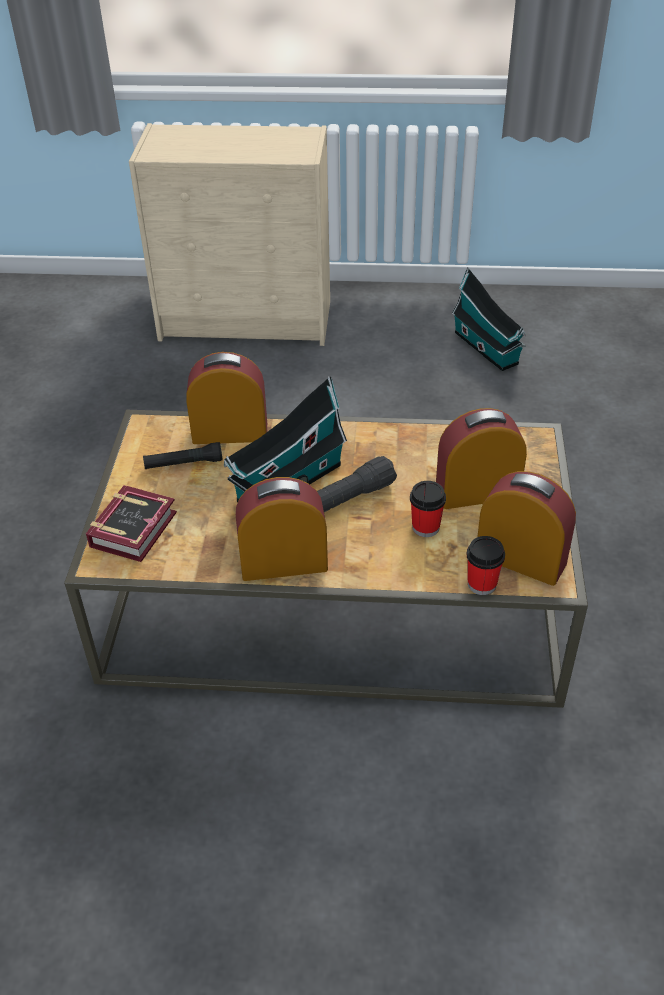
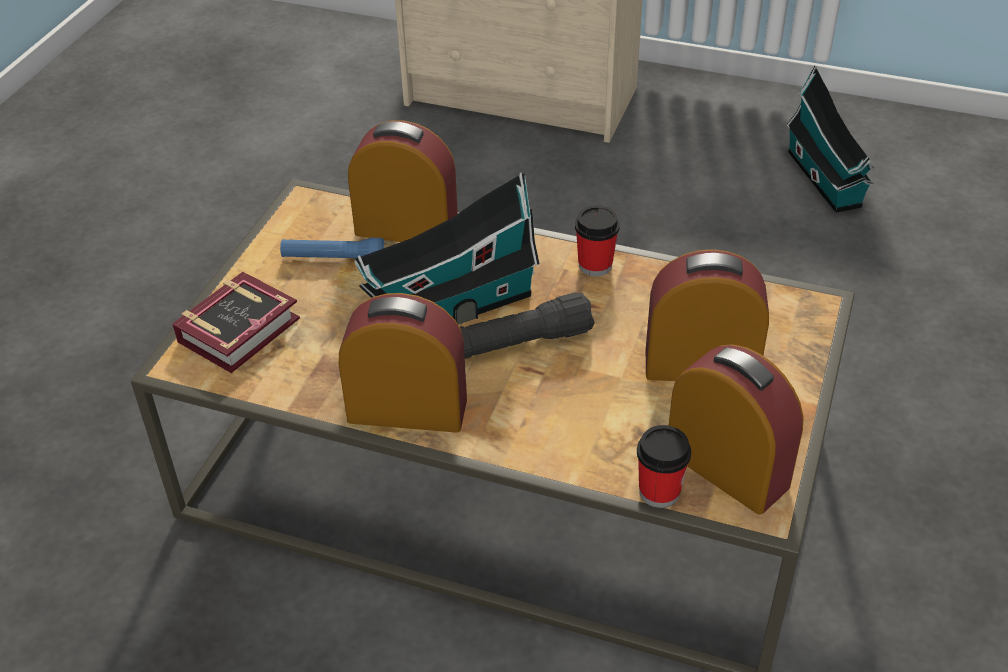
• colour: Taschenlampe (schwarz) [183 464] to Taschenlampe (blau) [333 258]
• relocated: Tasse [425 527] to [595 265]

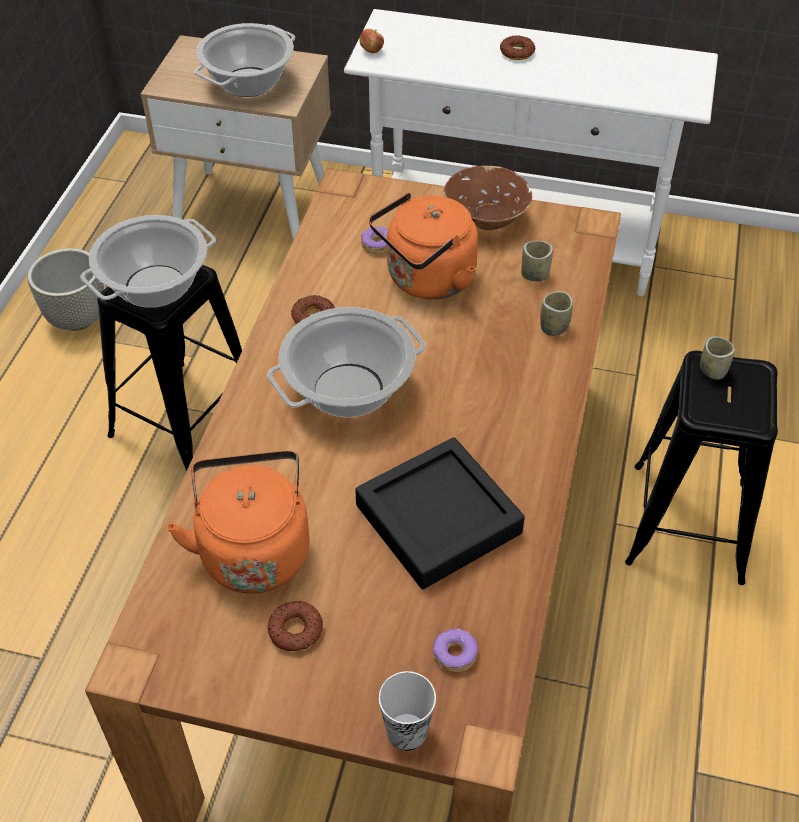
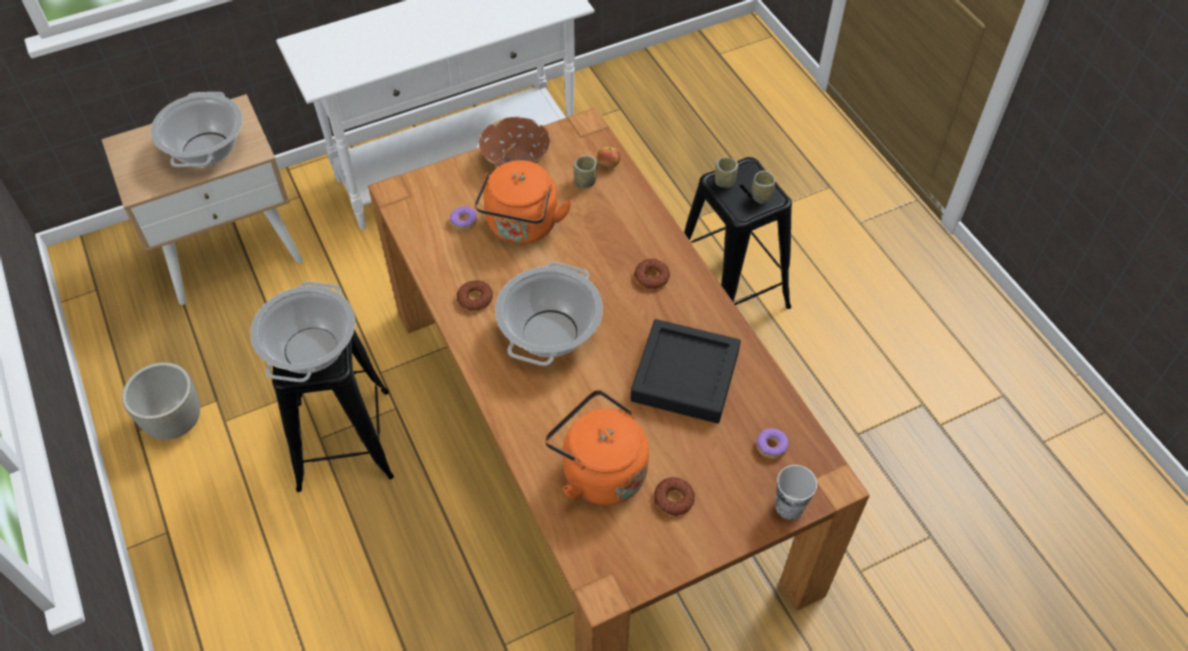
• relocated: Apfel [371 51] to [608 164]
• relocated: Donut [516 52] to [651 277]
• relocated: Tasse [554 327] to [761 196]

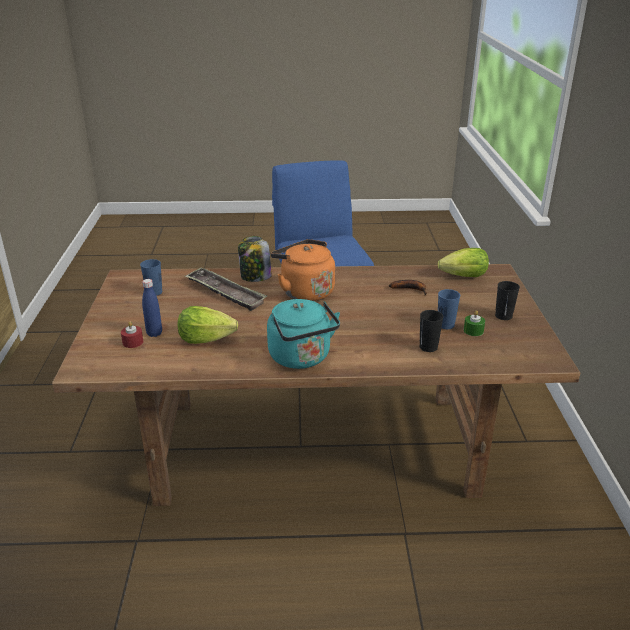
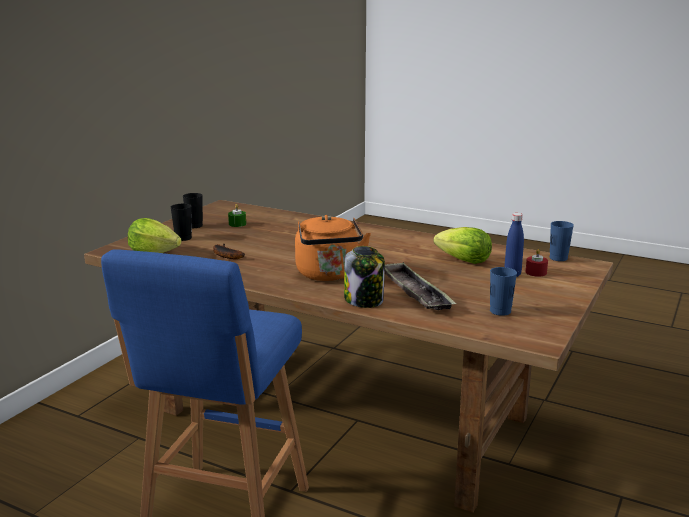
• relocated: Tasse (blau) [445 325] to [558 258]
• missing: Wasserkessel (türkis) [302 358]
• relocated: Tasse (schwarz) [428 347] to [183 238]

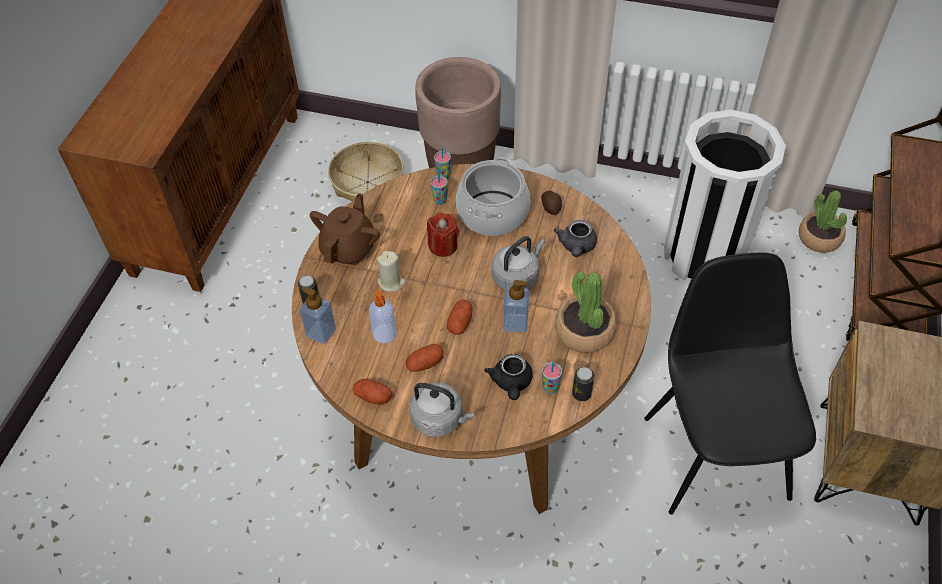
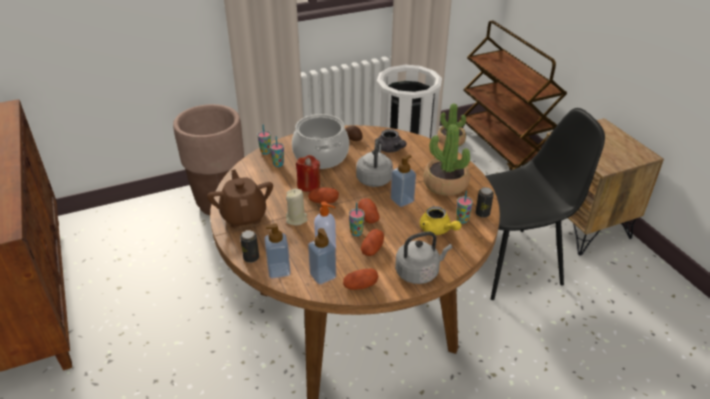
• missing: Korb [367 182]
• spun: Stuhl (schwarz) [715 453] = [511 262] 120 degrees clockwise
• colour: Teekanne (schwarz) [511 383] to Teekanne (gelb) [437 230]
• appeared: Kartoffel [323 201]
• appeared: Tasse [356 232]
• appeared: Seifenspender [323 275]

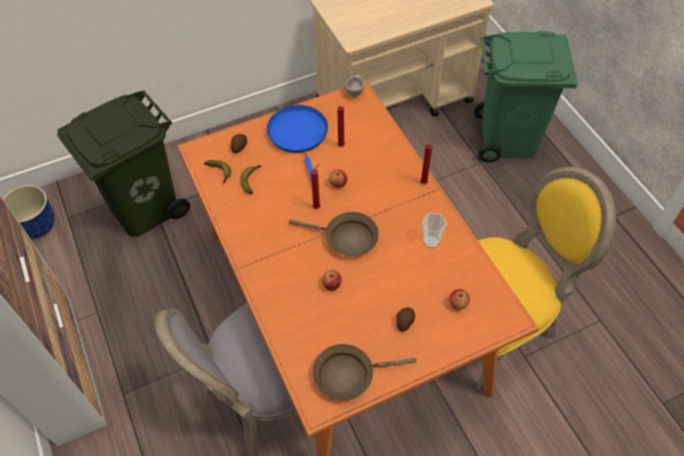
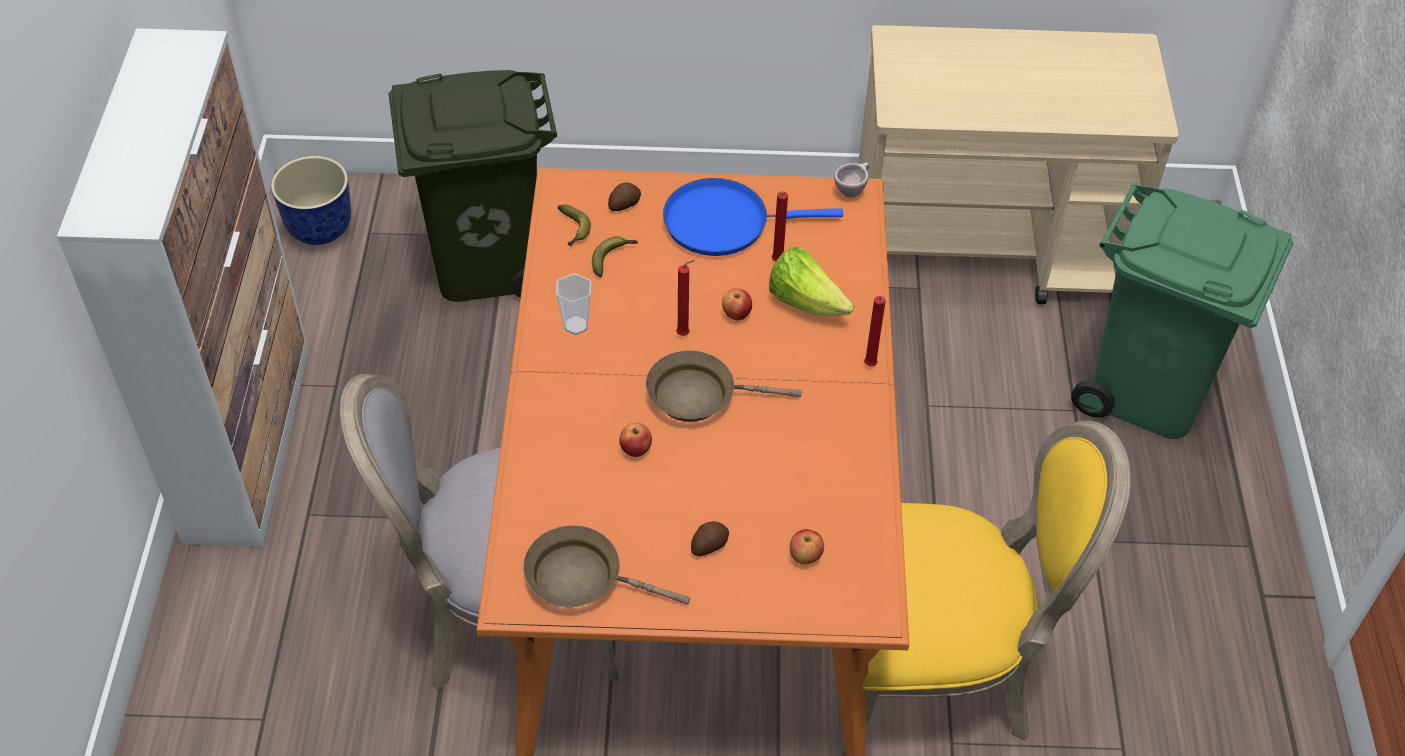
• spun: Pfanne (blau) [299 136] = [723 222] 105 degrees counterclockwise
• spun: Pfanne (braun) [346 238] = [699 395] 135 degrees clockwise
• relocated: Tasse [431 242] to [576 325]
• appeared: Salatkopf [806 302]

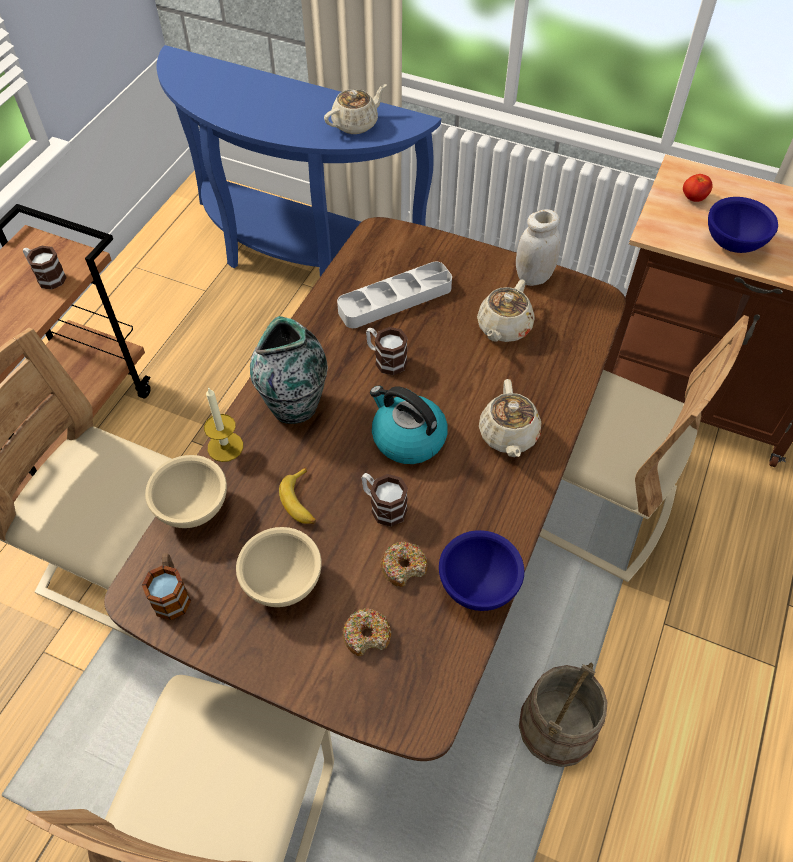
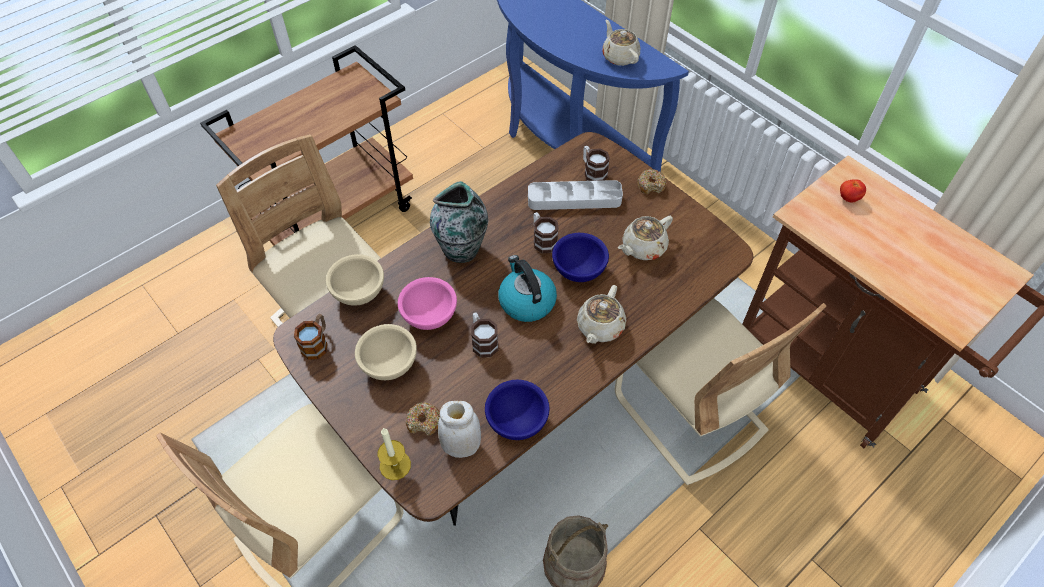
• spun: Teekanne (beige) [356 124] = [619 56] 105 degrees counterclockwise
• relocated: Schüssel (blau) [732 243] to [578 270]
• relocated: Vorratsglas (weiß) [533 277] to [461 446]
• relocated: Henkelbecher [47 276] to [592 172]
• relocated: Kerze [225 447] to [395 465]
• exchanged: Banane [301 501] to Schüssel (rosa) [430 316]
• relocated: Donut [403 567] to [651 185]

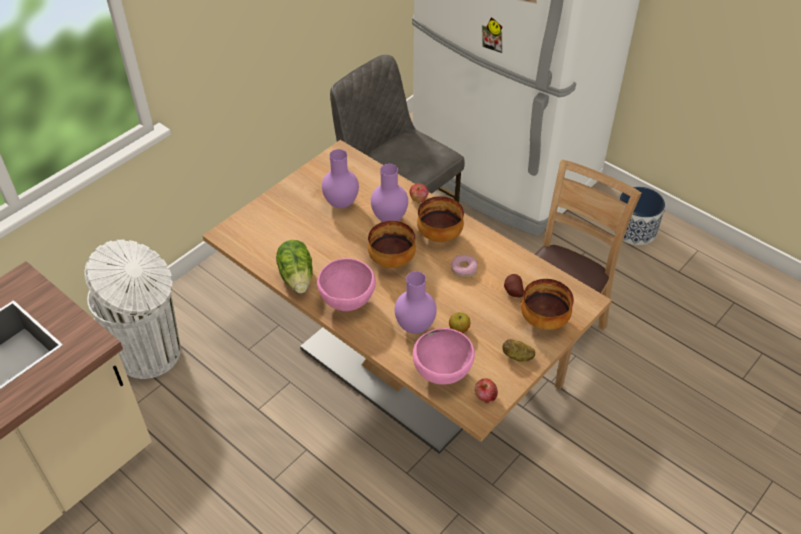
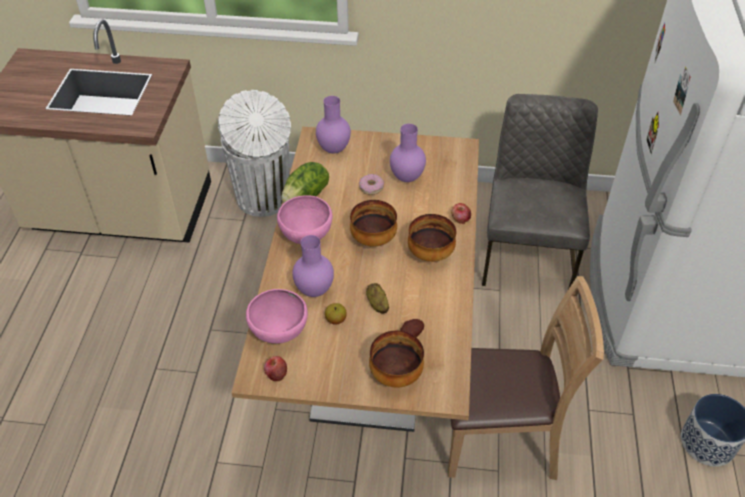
• relocated: Vase (lila) [388 219] to [333 149]
• relocated: Donut [464 269] to [371 187]
• relocated: Kartoffel [517 356] to [377 304]

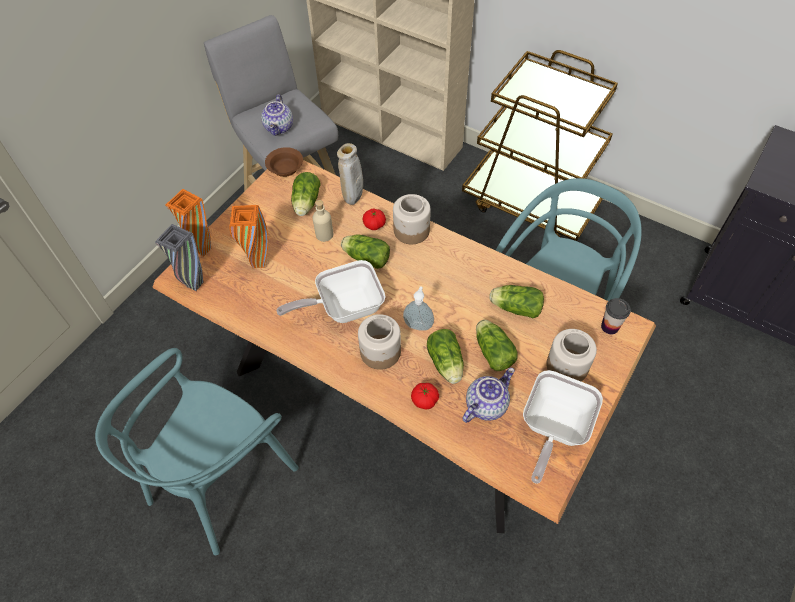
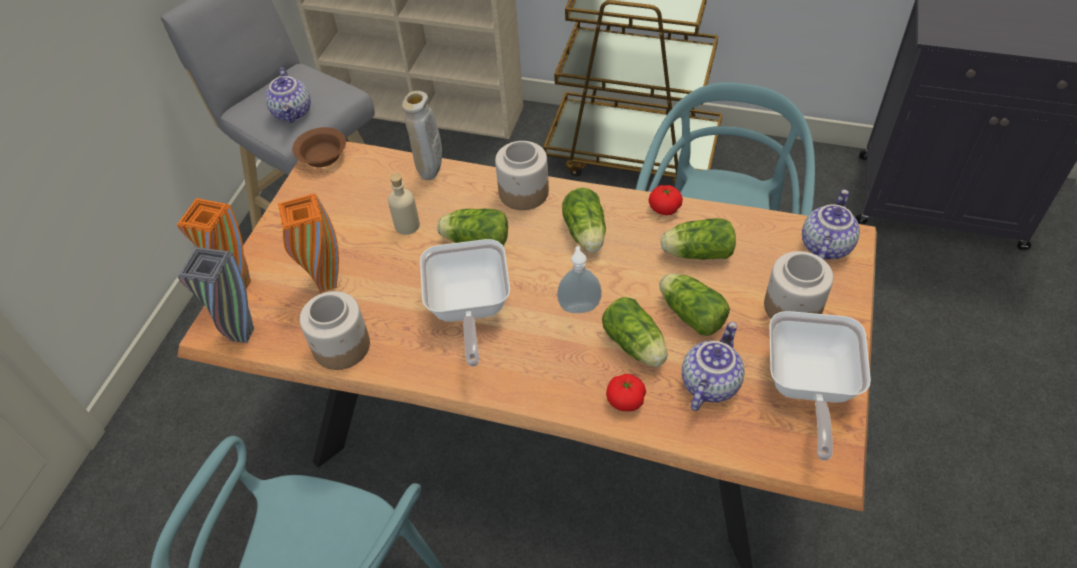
• relocated: Salatkopf [306 204] to [586 234]
• relocated: Tomate [374 224] to [664 208]
• spun: Pfanne [344 307] = [468 310] 60 degrees counterclockwise
• exchanged: Tasse [610 327] to Teekanne [824 245]
• relocated: Vorratsglas [380 352] to [341 347]

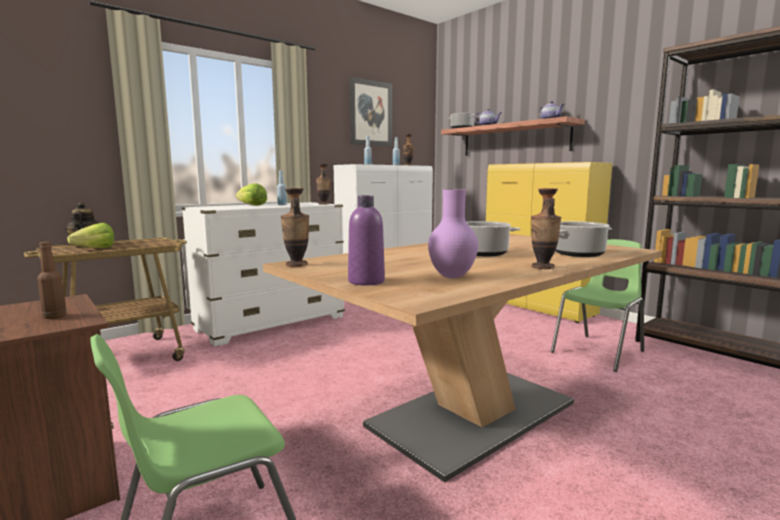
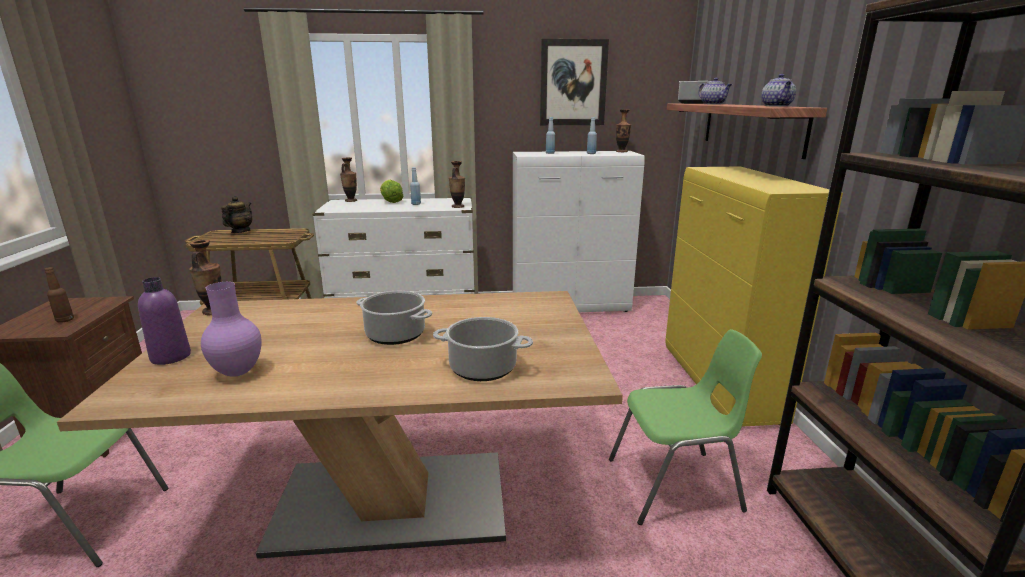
• relocated: Vase [542 267] to [351 201]
• missing: Salatkopf [91 249]

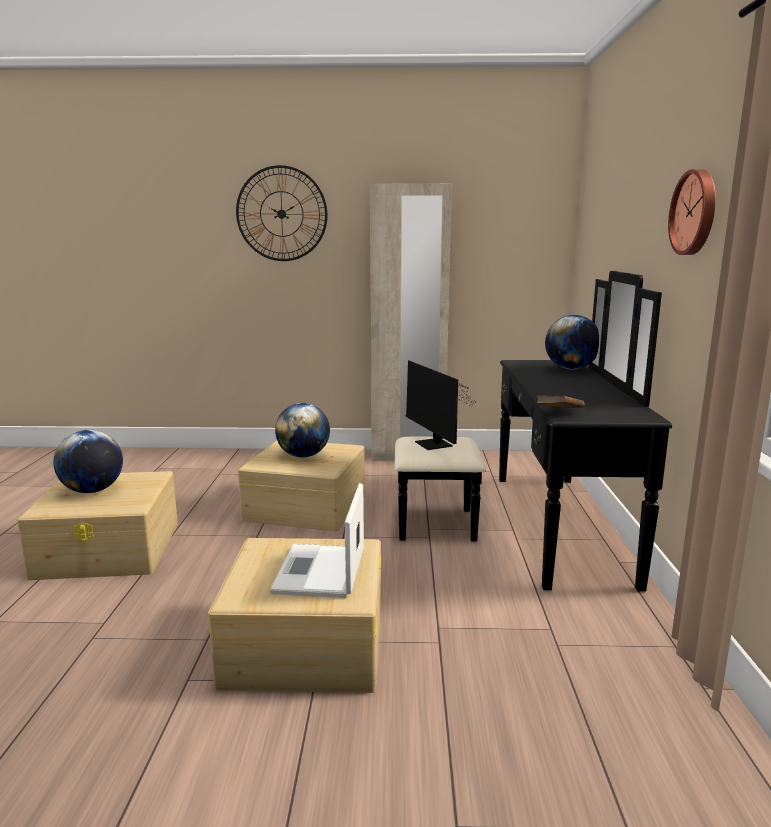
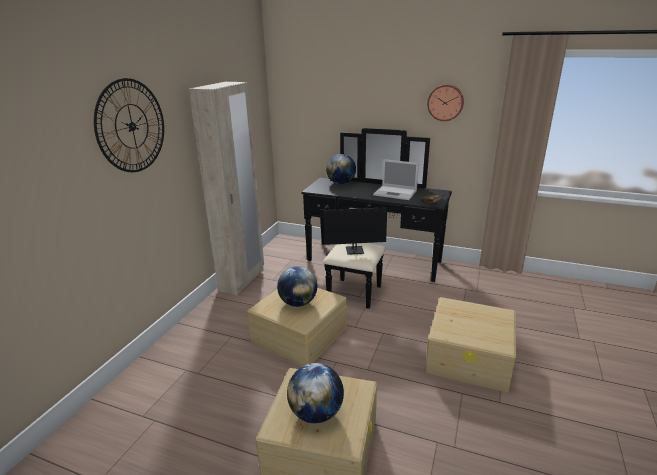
• relocated: Laptop [320 572] to [396 193]

